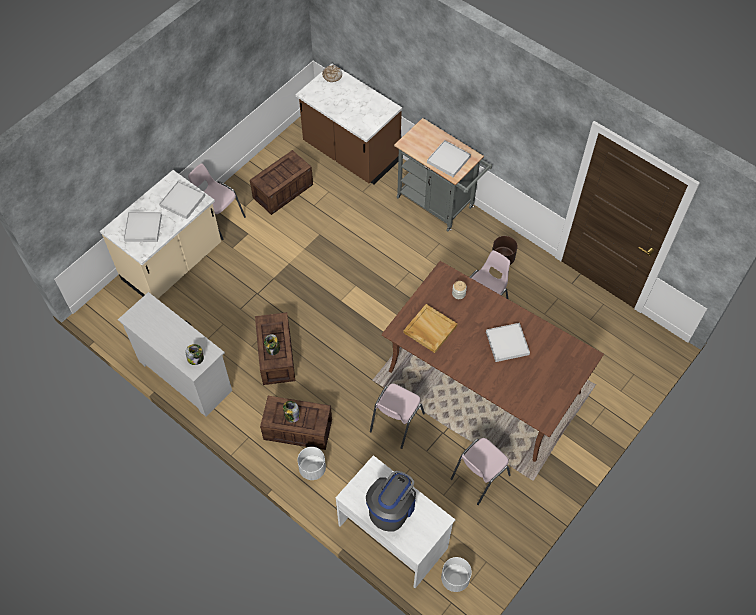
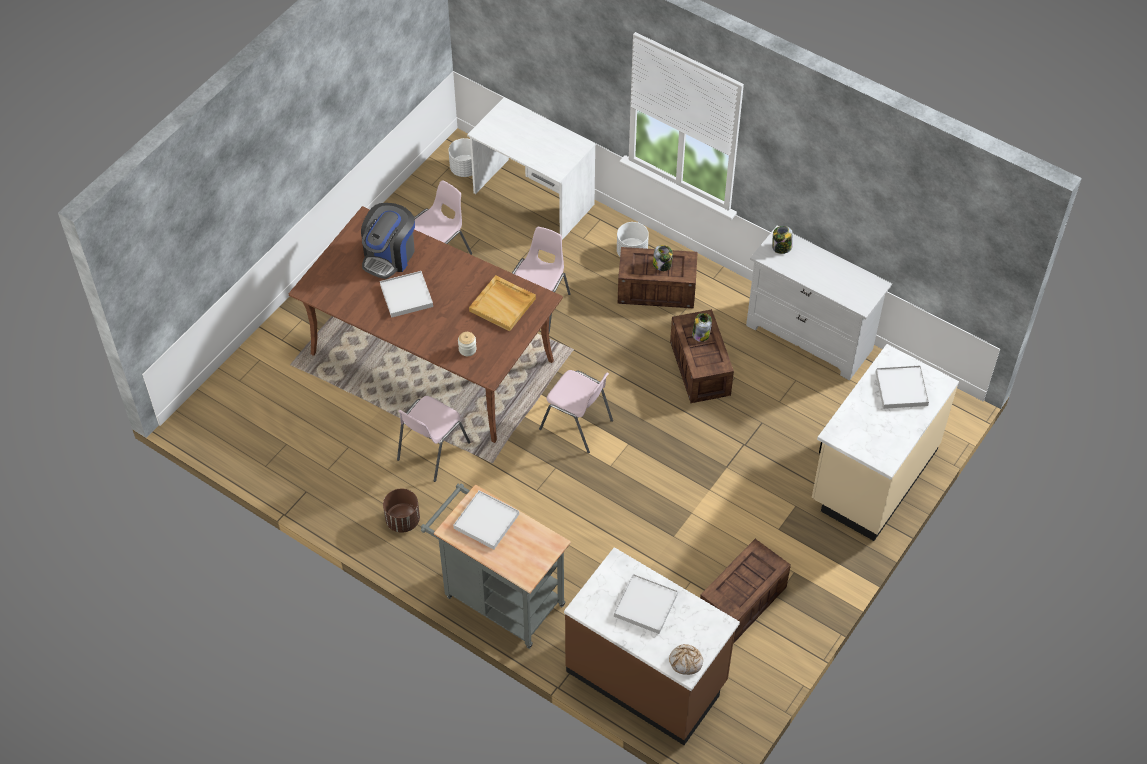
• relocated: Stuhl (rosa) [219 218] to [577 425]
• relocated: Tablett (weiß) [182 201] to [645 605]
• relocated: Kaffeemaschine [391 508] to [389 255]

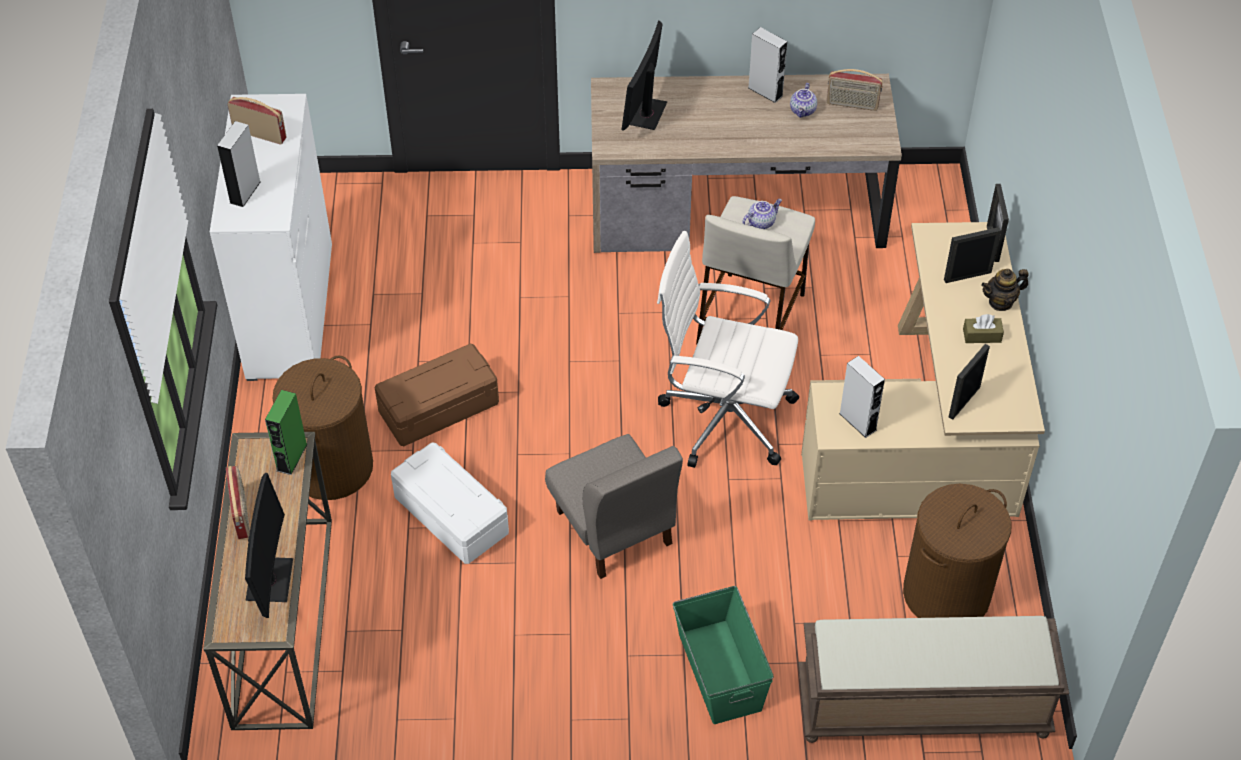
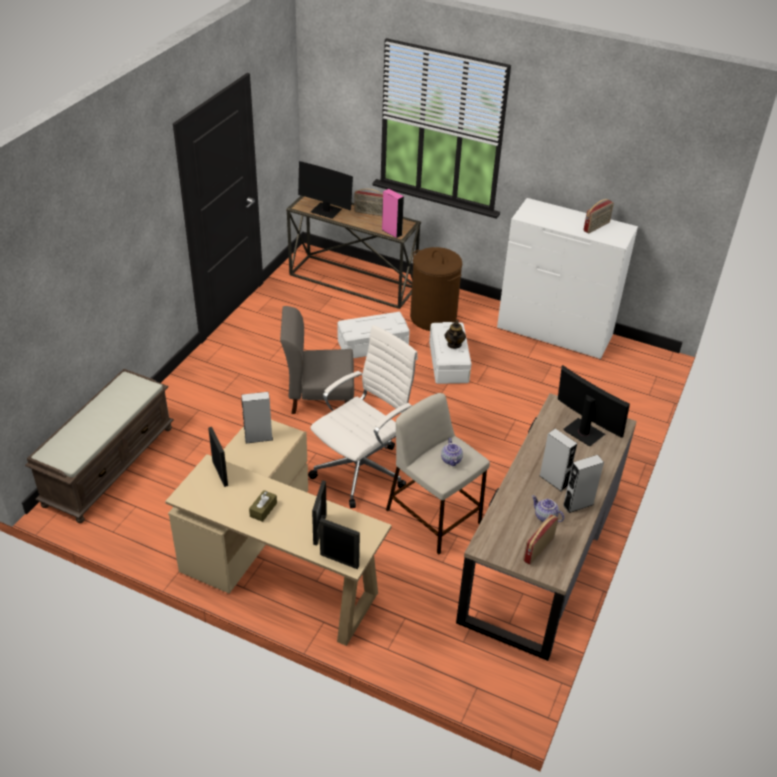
• relocated: Lautsprecher (grau) [245 192] to [553 480]
• relocated: Teekanne [1001 302] to [454 344]
• colour: Aufbewahrungsbox (braun) [439 407] to Aufbewahrungsbox (weiß) [449 363]
• colour: Lautsprecher (grün) [291 457] to Lautsprecher (rosa) [391 232]
• missing: Wäschekorb (braun) [946 594]
• missing: Aufbewahrungsbox (grün) [719 672]

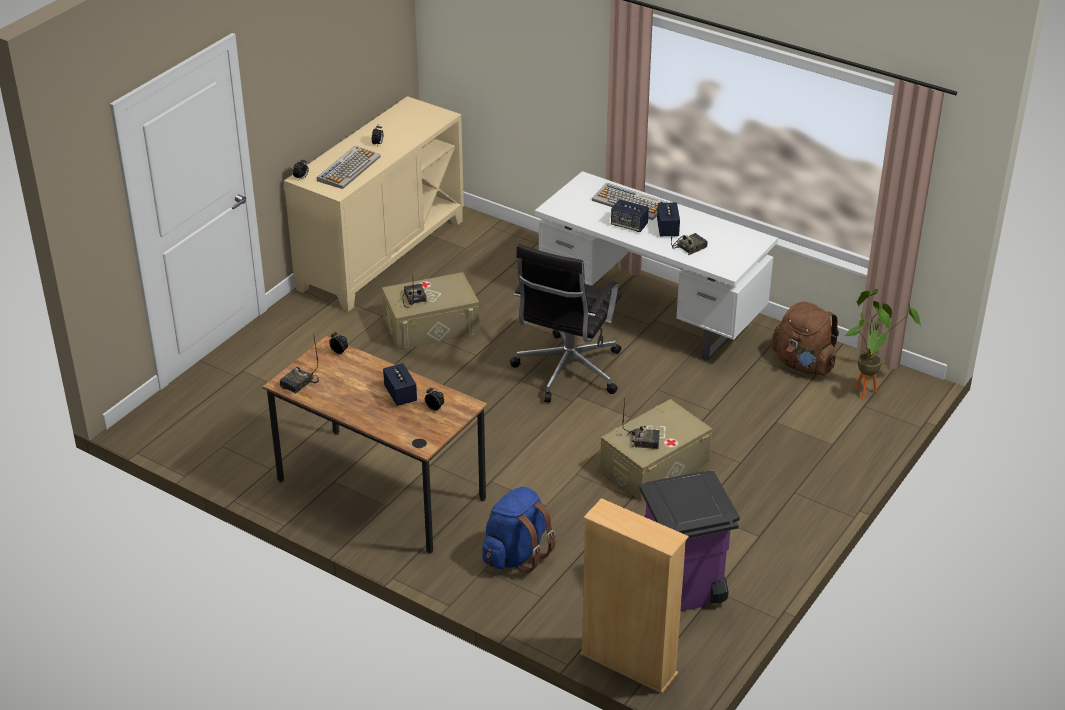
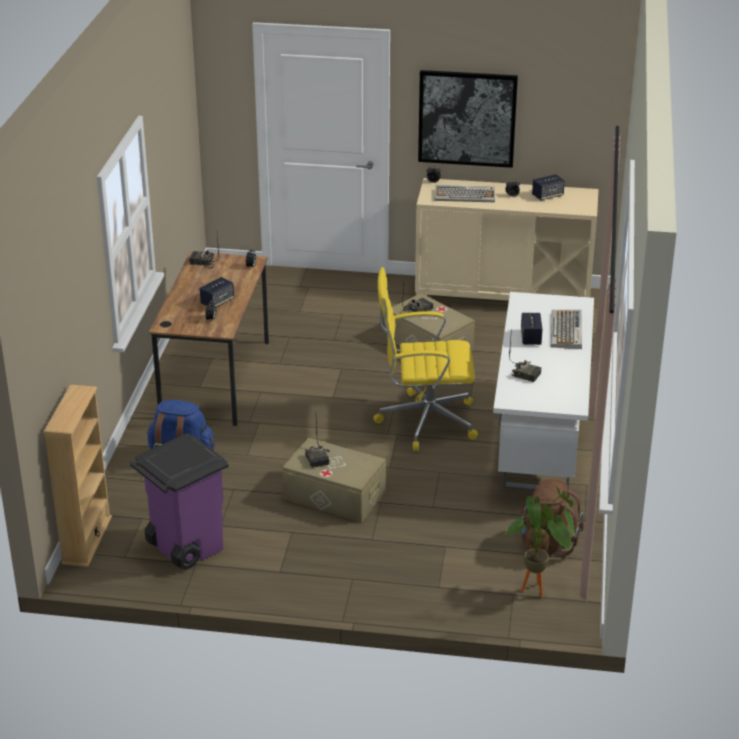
• relocated: Lautsprecher [667 229] to [547 196]
• colour: Bürostuhl (schwarz) [567 372] to Bürostuhl (gelb) [424 421]
• appeared: Bild [467 118]

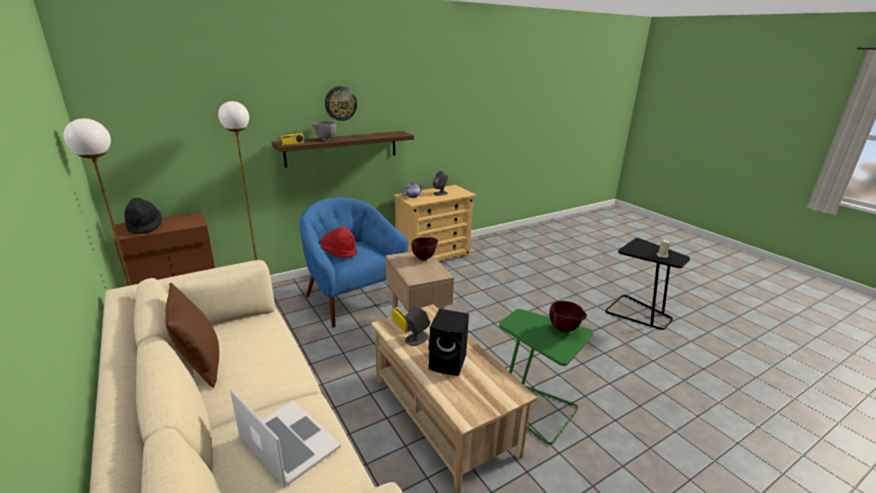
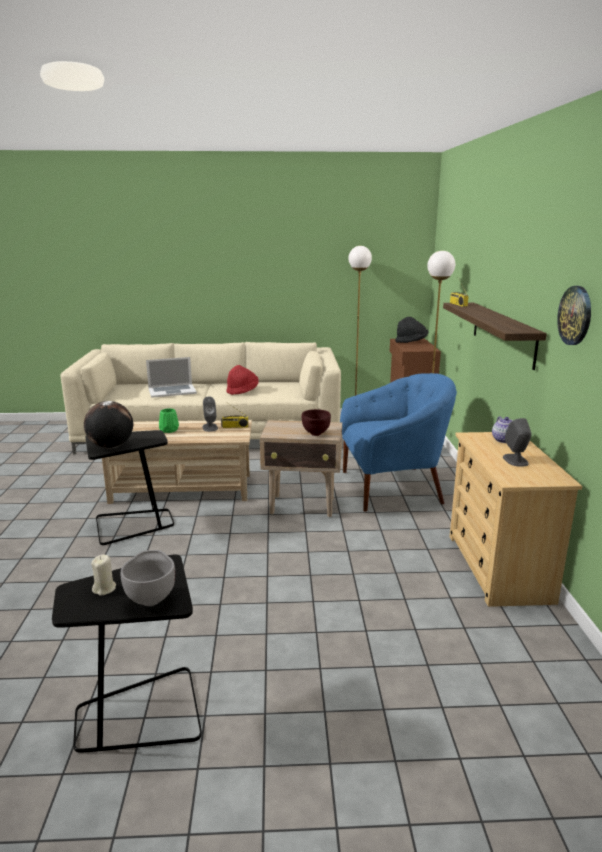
• relocated: Wanduhr [340 103] to [575 315]
• relocated: Schüssel (grau) [324 139] to [151 599]
• relocated: Hut (rot) [339 252] to [242 391]
• missing: Kissen (braun) [200 364]
• exchanged: Schüssel (braun) [565 330] to Globus [111 447]
• exchanged: Lautsprecher (schwarz) [449 363] to Vase (grün) [169 430]
• colour: Beistelltisch (grün) [533 408] to Beistelltisch (schwarz) [133 524]

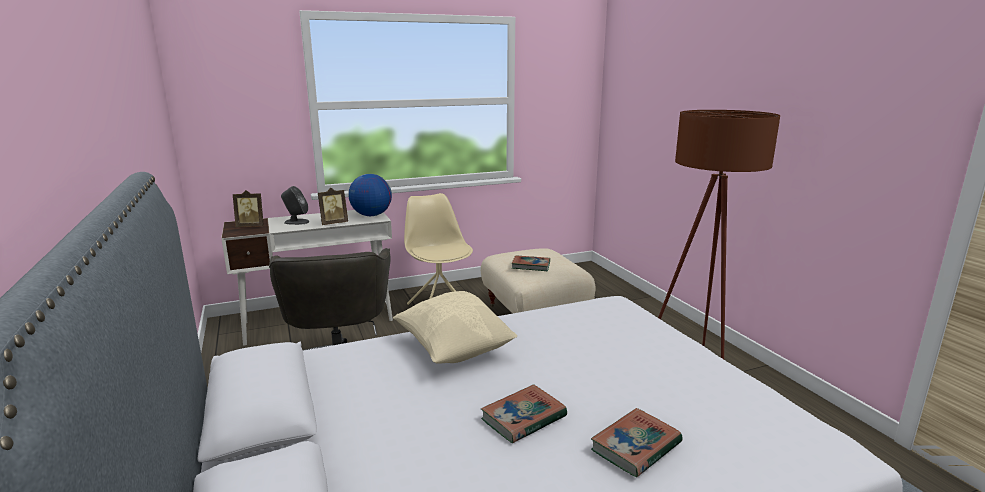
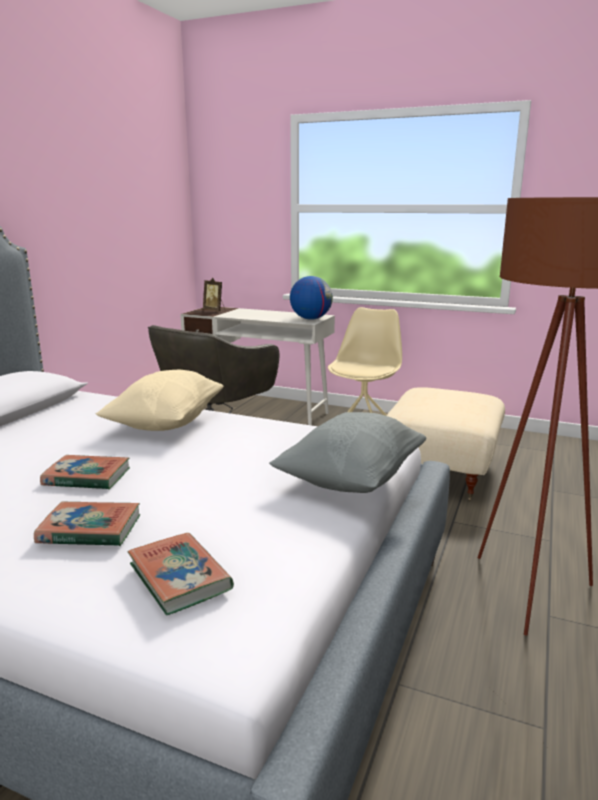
• missing: Lautsprecher (grau) [296 222]
• missing: Bilderrahmen [333 223]
• relocated: Buch [531 266] to [179 577]
• appeared: Kissen (grau) [350 480]

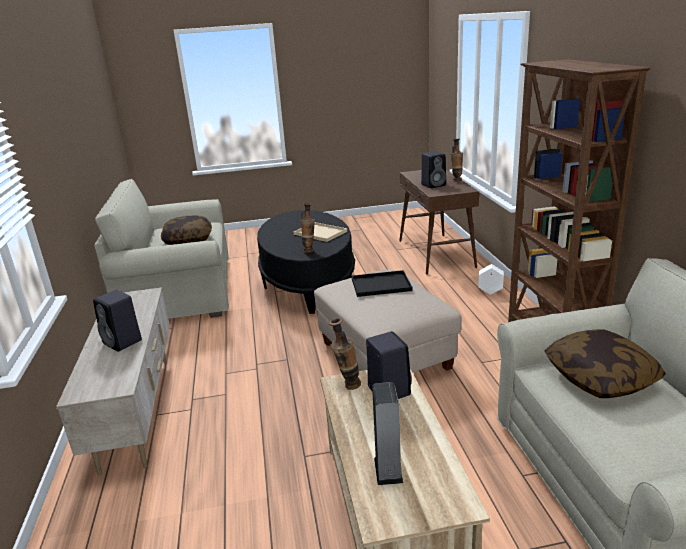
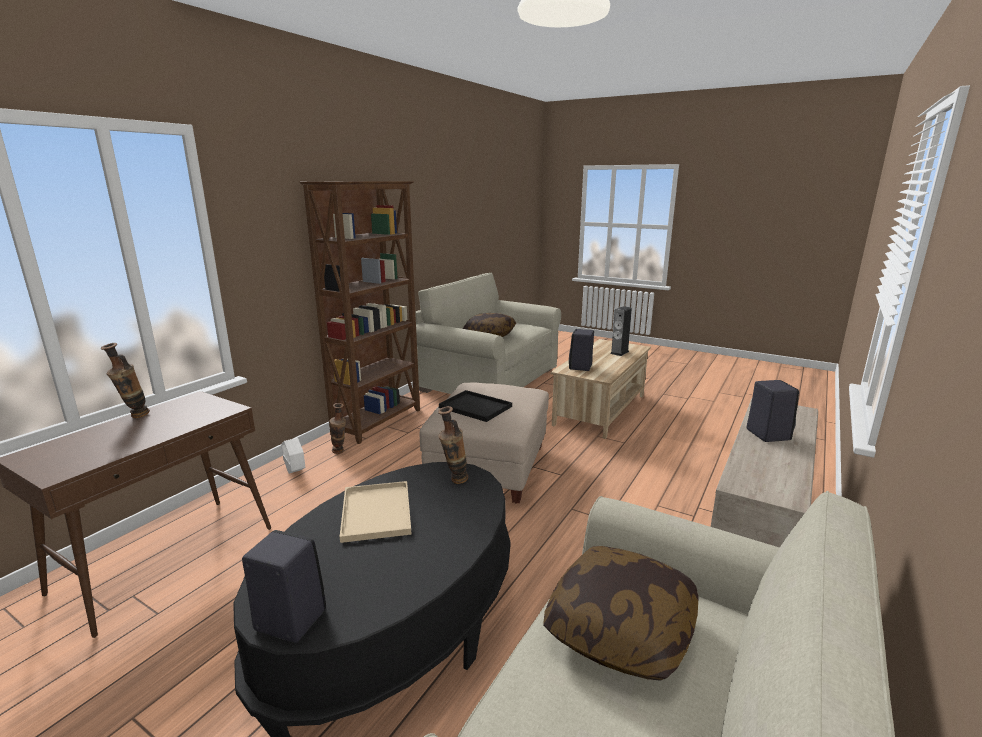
• relocated: Lautsprecher (schwarz) [434 185] to [288 619]
• relocated: Vase [347 386] to [340 452]

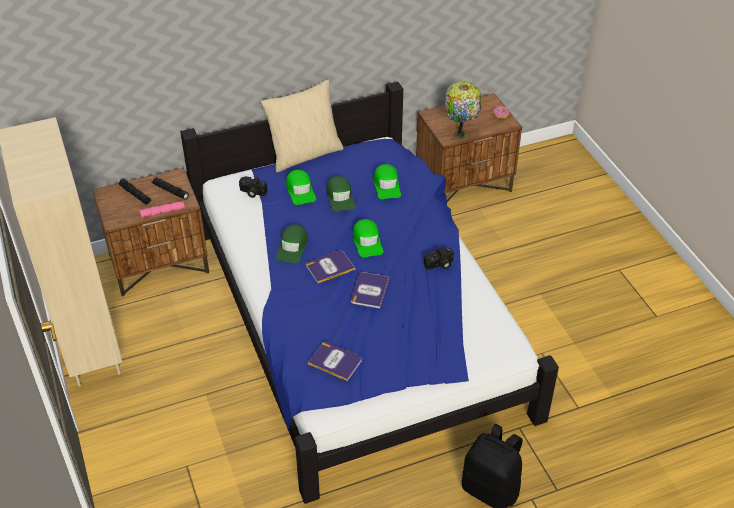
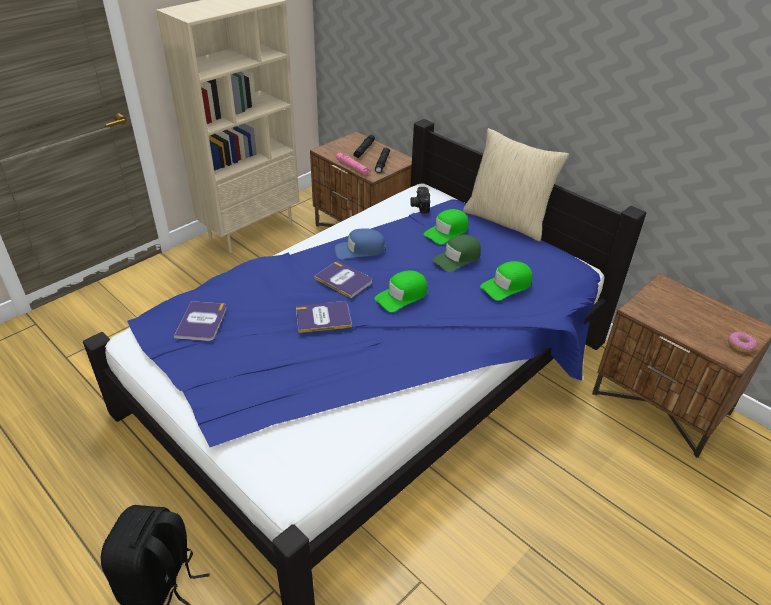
• missing: Tischlampe [460 133]
• colour: Kappe (grün) [292 247] to Kappe (blau) [360 250]
• missing: Kamera [439 265]

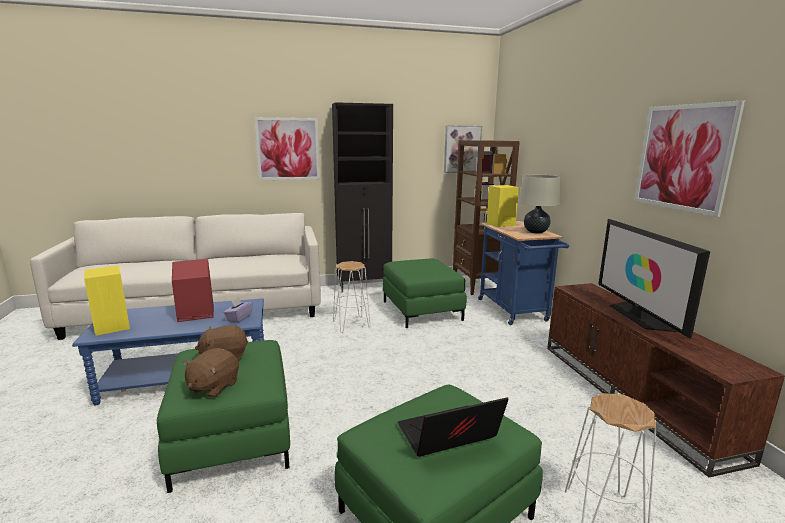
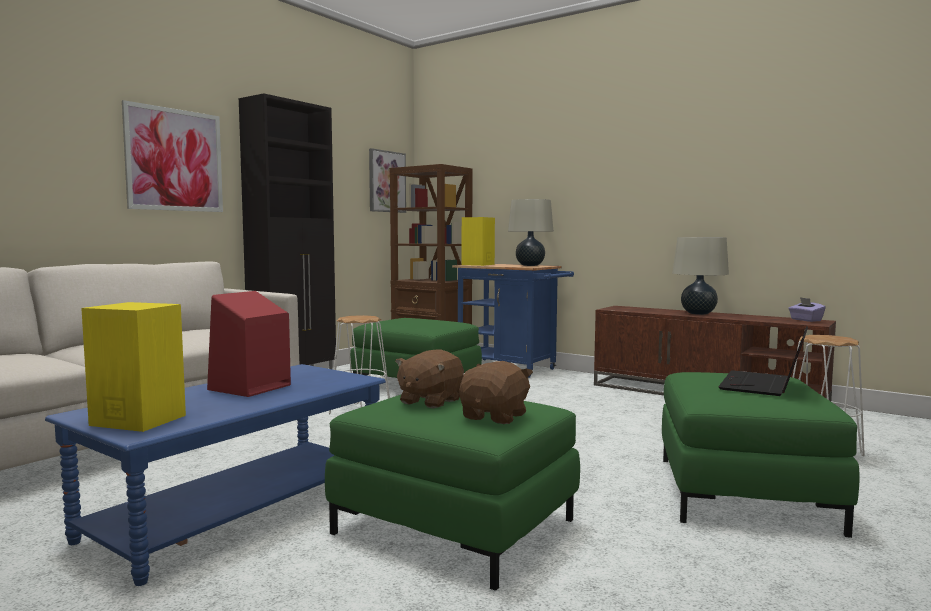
• missing: Bild [683 157]
• exchanged: Fernseher [638 316] to Tischlampe (beige) [698 313]
• relocated: Taschentuchbox (lila) [239 318] to [805 320]
• spun: Plüschtier (braun) [213 387] = [495 416] 135 degrees counterclockwise

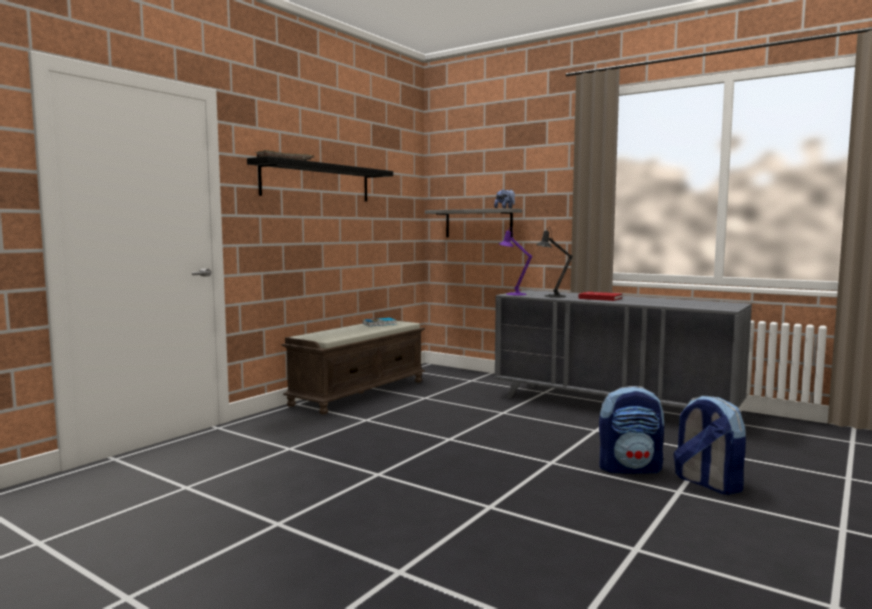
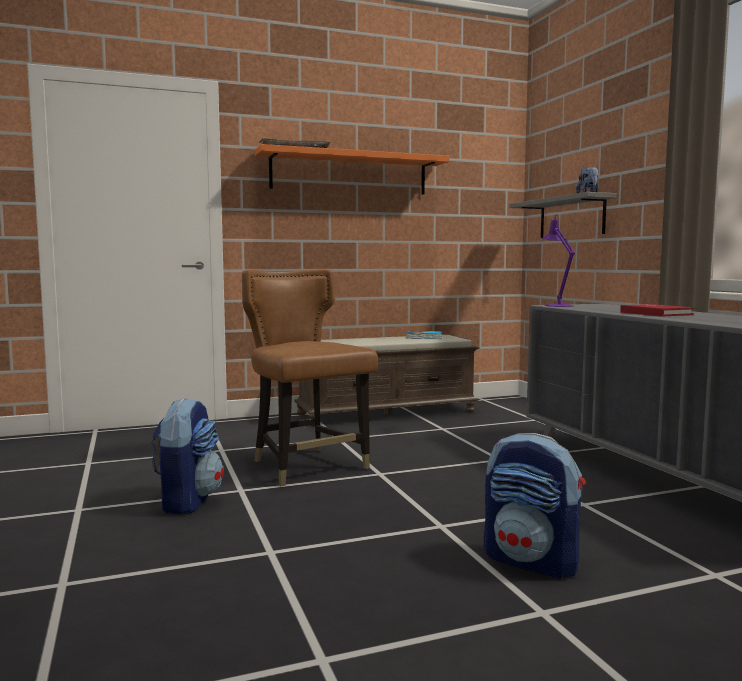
• colour: Wandregal (schwarz) [317 182] to Wandregal (orange) [349 173]
• missing: Tischlampe (schwarz) [552 296]
• relocated: Rucksack [706 483] to [187 501]
• appeared: Stuhl (braun) [307 466]

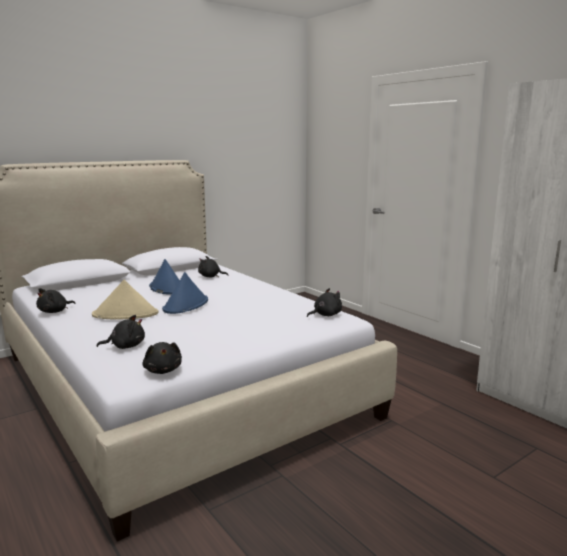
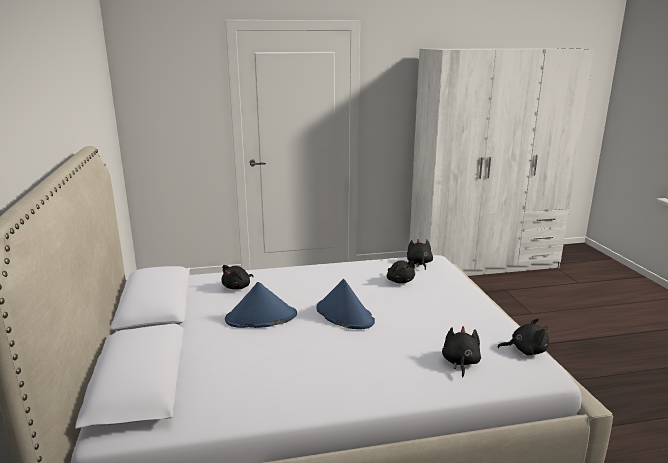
• missing: Hut (beige) [126 314]
• relocated: Plüschtier (schwarz) [55 311] to [400 281]

